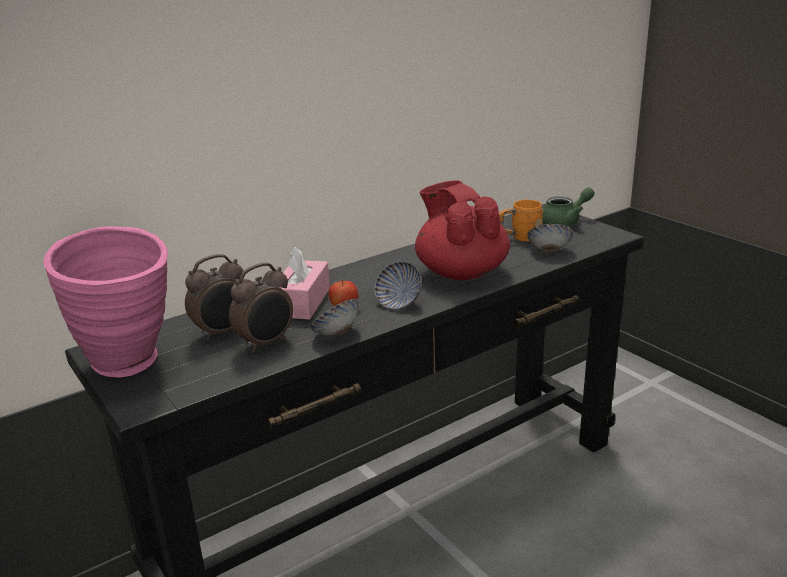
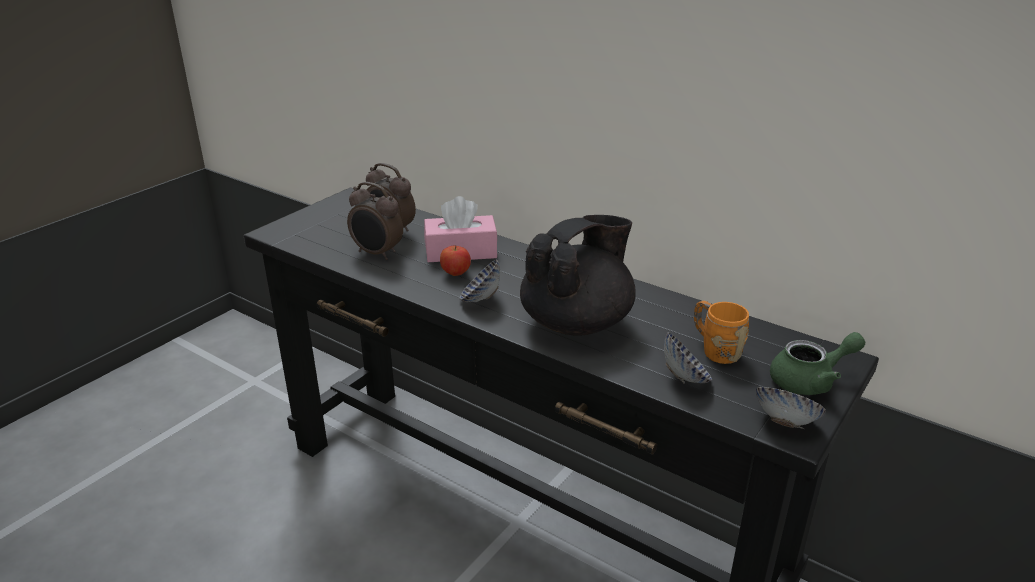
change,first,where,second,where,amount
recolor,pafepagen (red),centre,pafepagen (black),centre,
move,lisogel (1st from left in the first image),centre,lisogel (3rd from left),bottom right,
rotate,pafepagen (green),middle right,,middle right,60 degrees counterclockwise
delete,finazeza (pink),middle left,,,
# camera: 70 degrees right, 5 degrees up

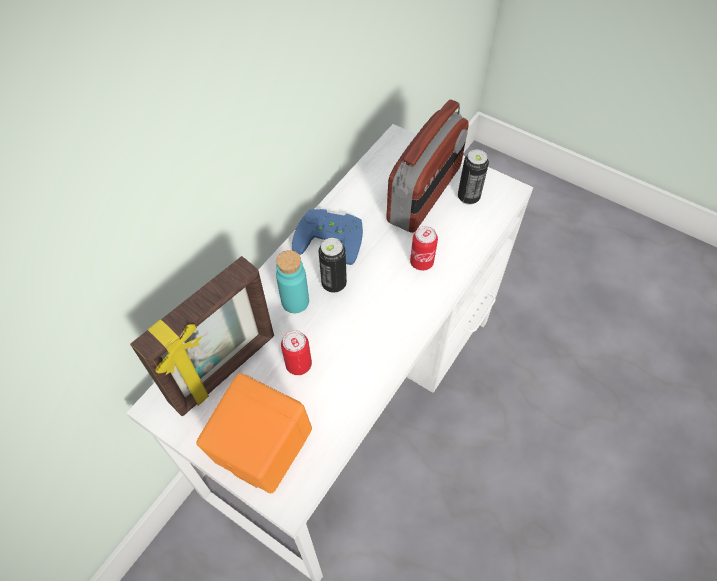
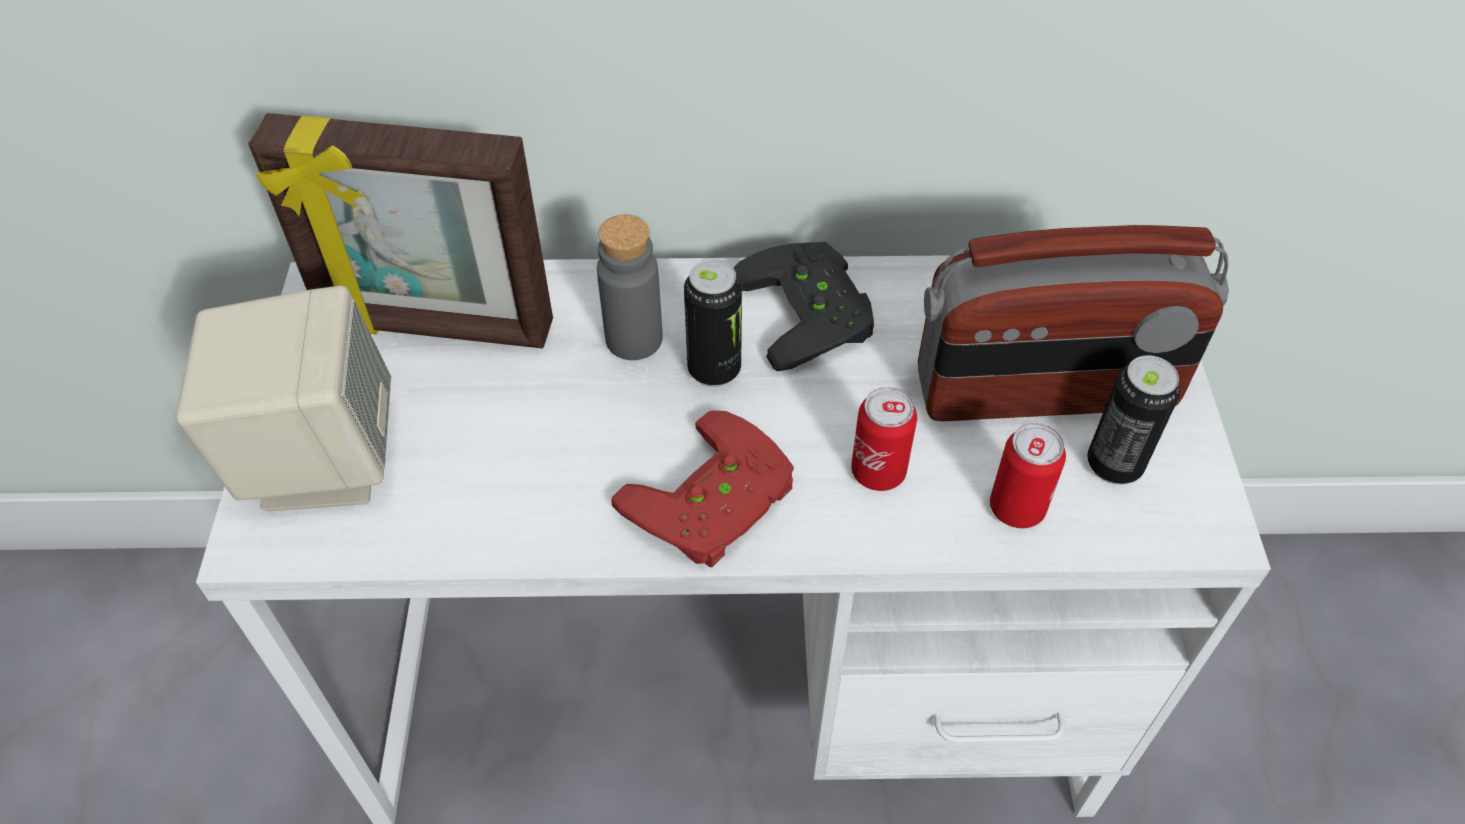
change,first,where,second,where,amount
recolor,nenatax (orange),bottom centre,nenatax (beige),middle left,
recolor,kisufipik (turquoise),centre,kisufipik (grey),centre,
insert,,,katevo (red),centre,
recolor,katevo (blue),centre,katevo (black),centre,
move,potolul (1st from left in the first image),centre,potolul (3rd from left),middle right,
# camera: 55 degrees right, 5 degrees down

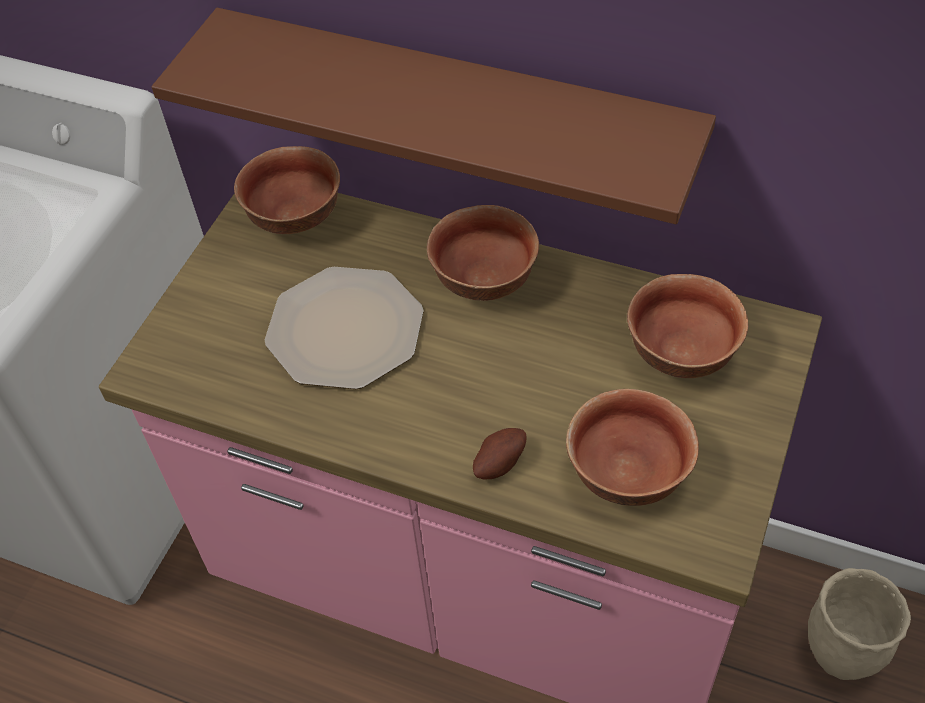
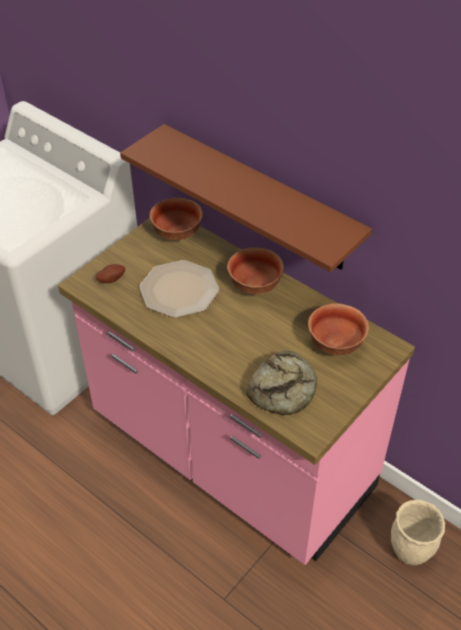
change,first,where,second,where,amount
move,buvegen,centre,,middle left,
replace,lisogel (3rd from left),middle right,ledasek,centre,
# camera: 15 degrees right, 5 degrees down

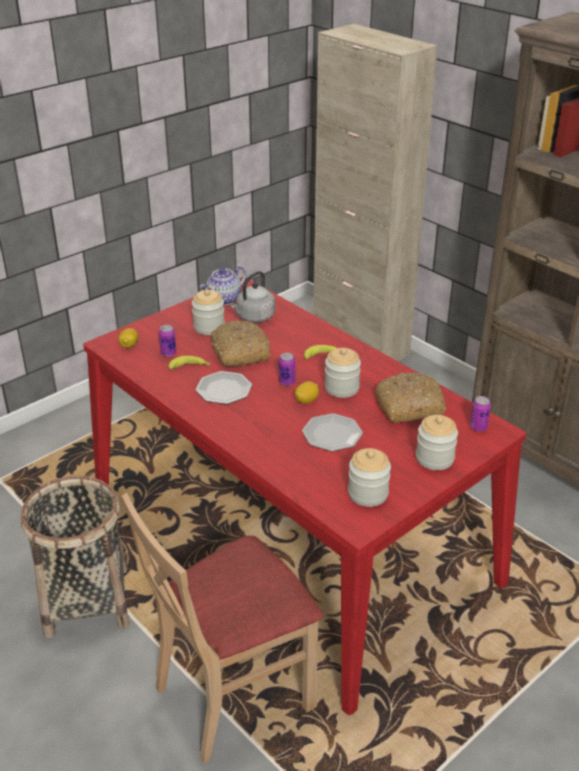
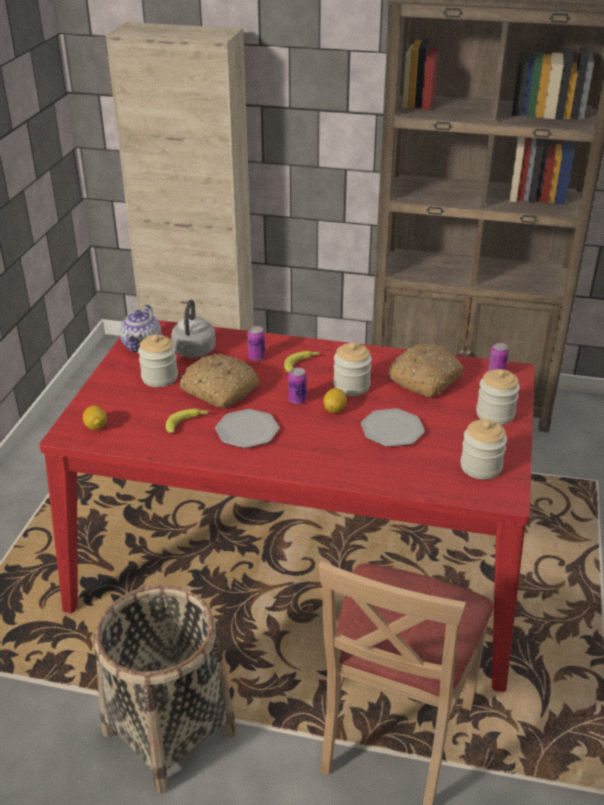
change,first,where,second,where,amount
move,potolul (1st from left),middle left,,centre,
# camera: 35 degrees left, 0 degrees up

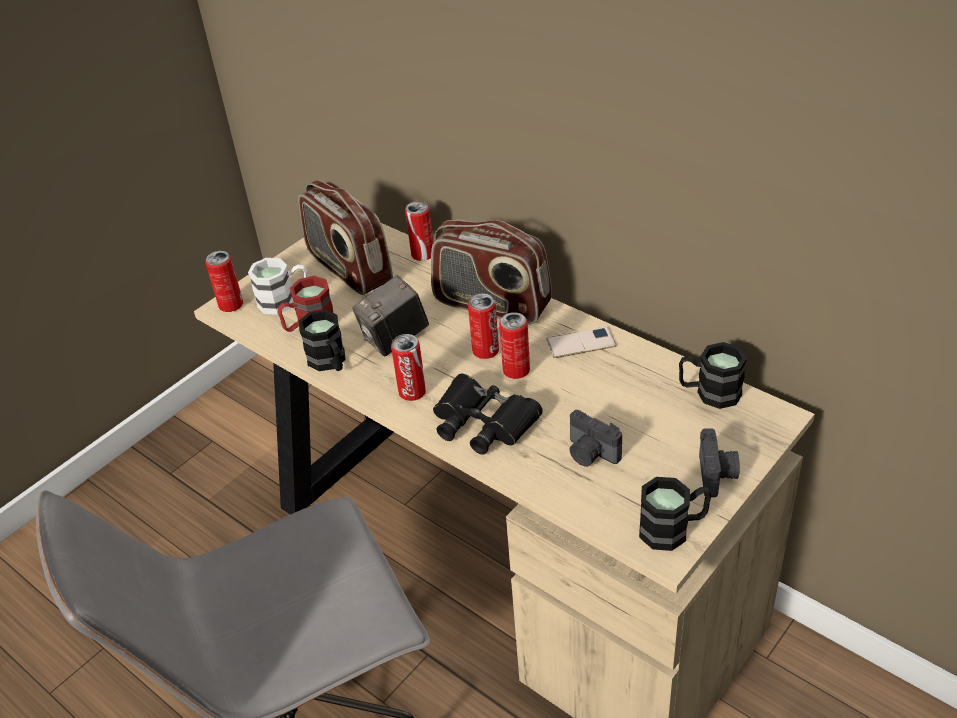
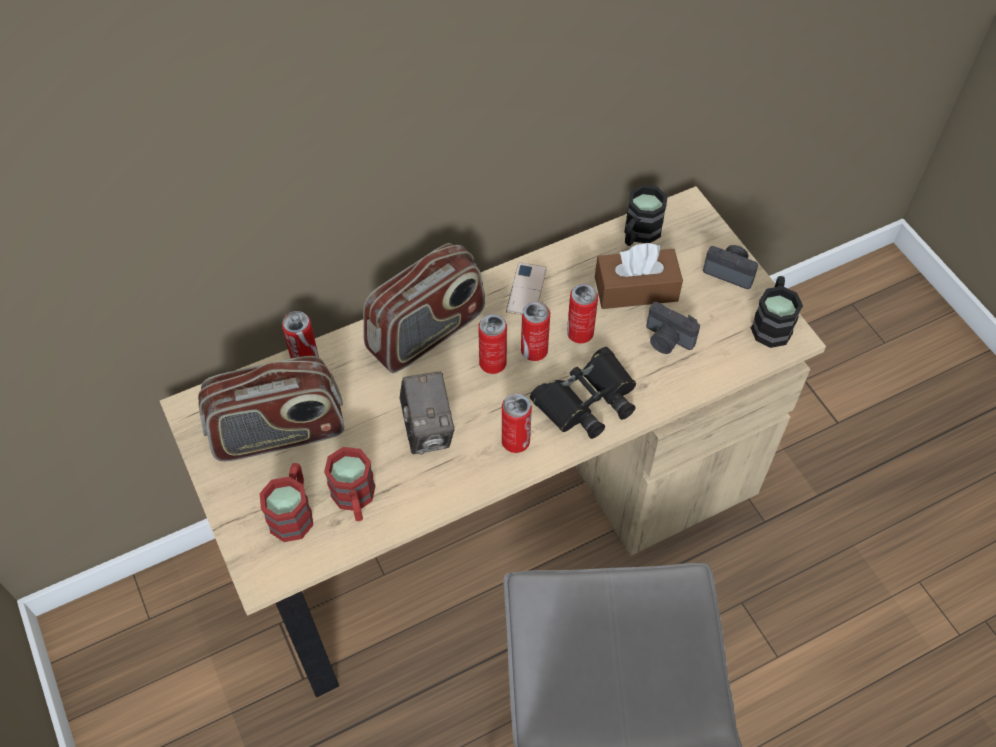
change,first,where,second,where,amount
recolor,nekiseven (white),middle left,nekiseven (red) (1st from left),bottom left,
move,potolul (1st from left in the first image),middle left,potolul (5th from left),centre,
insert,,,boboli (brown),centre,
rotate,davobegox (2nd from left),centre,,middle right,60 degrees clockwise
delete,nekiseven (black) (1st from left),centre,,,
# camera: 70 degrees left, 15 degrees up

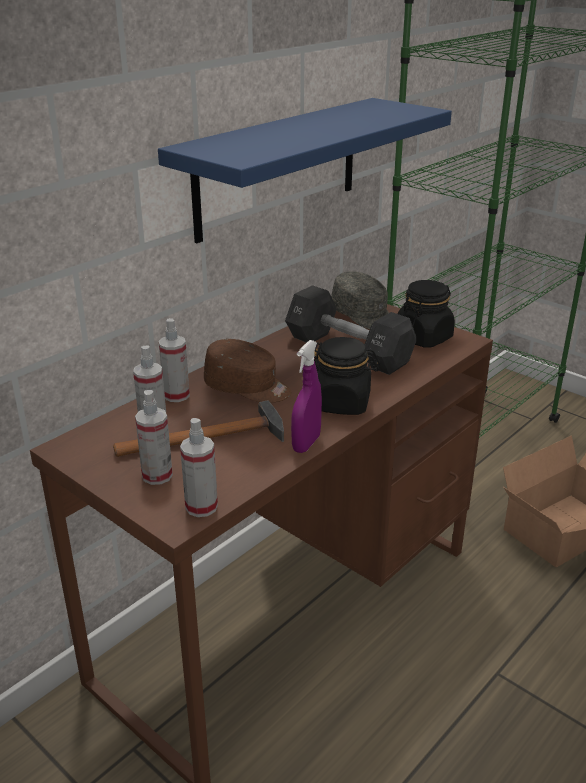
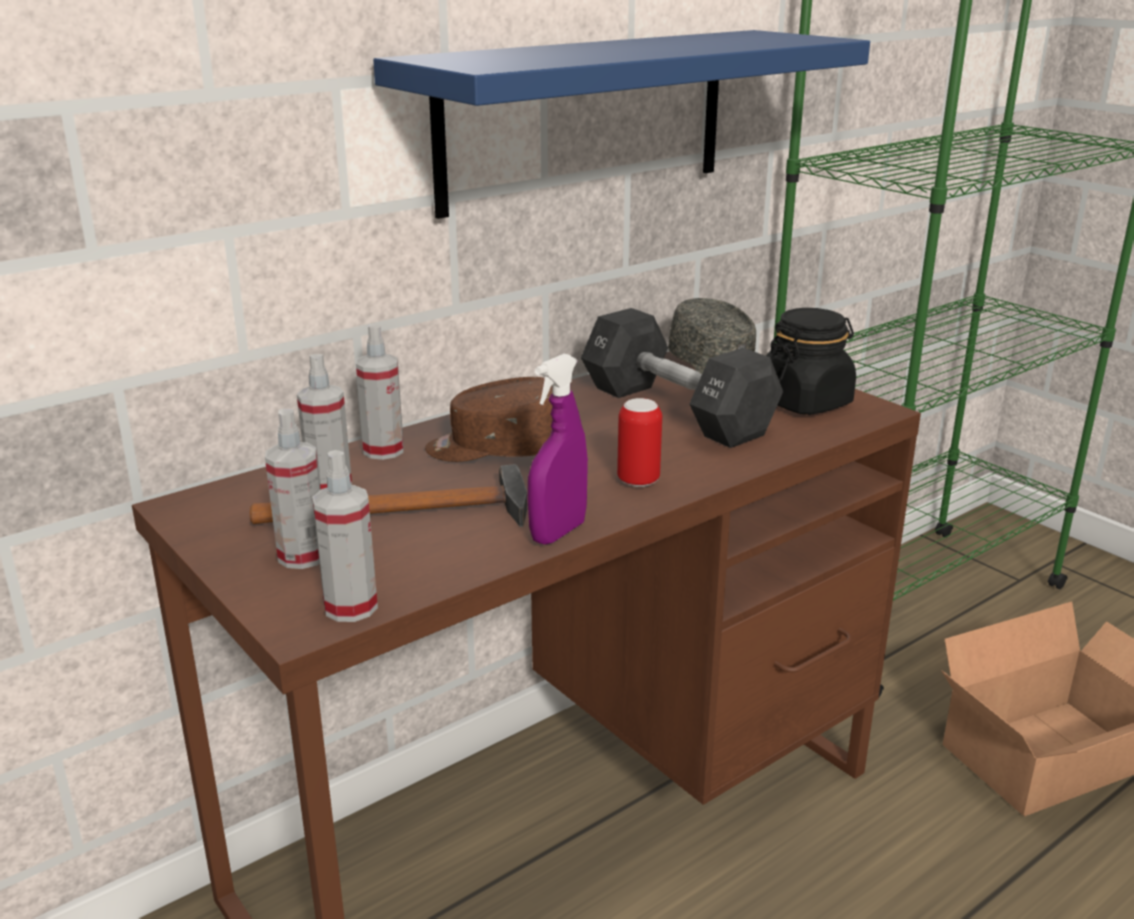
change,first,where,second,where,amount
rotate,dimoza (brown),centre,,centre,150 degrees clockwise
replace,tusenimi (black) (1st from left),centre,potolul,centre,
# camera: 10 degrees right, 5 degrees down

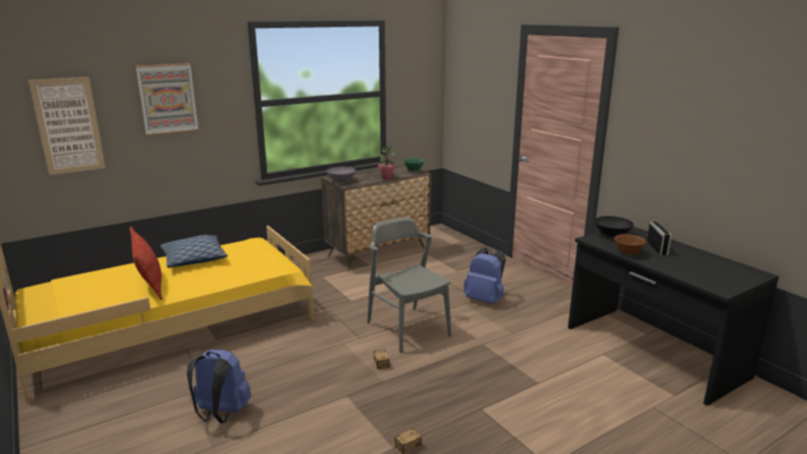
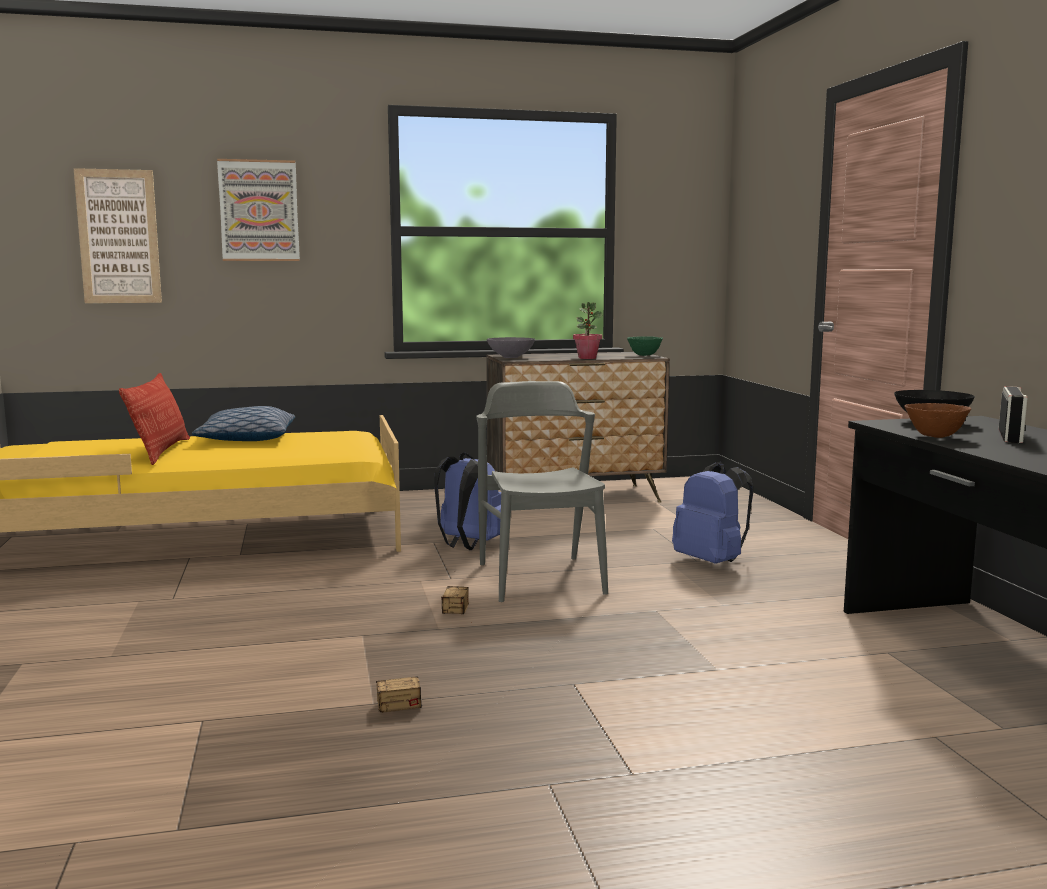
change,first,where,second,where,amount
move,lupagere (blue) (1st from left),bottom left,,centre,
# camera: 20 degrees right, 10 degrees down

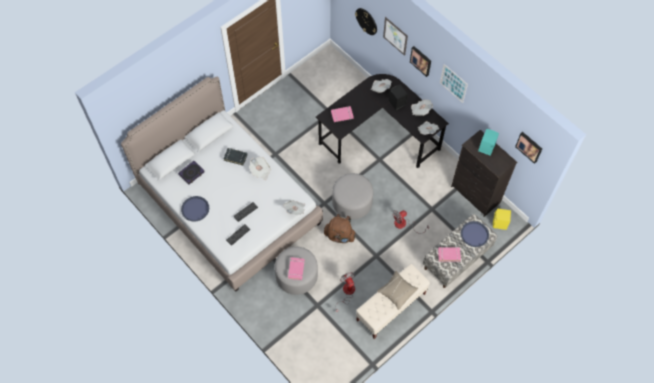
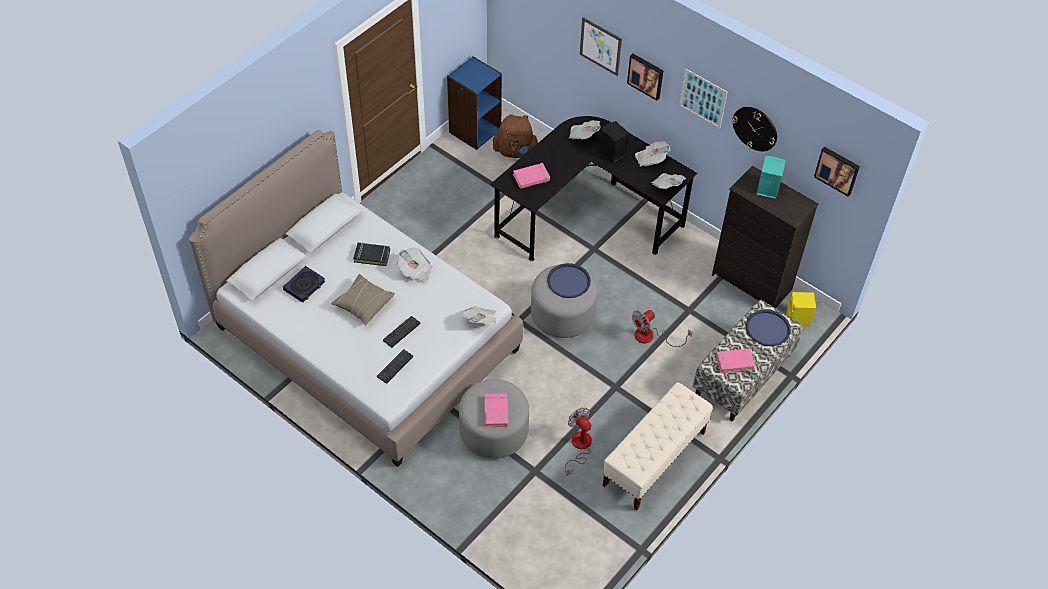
change,first,where,second,where,amount
move,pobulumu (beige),bottom centre,,centre,
insert,,,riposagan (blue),top centre,
move,lupagere (brown),centre,,top centre,
move,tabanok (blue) (1st from left),middle left,,centre,
move,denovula,top centre,,top right,
# camera: 10 degrees left, 10 degrees down

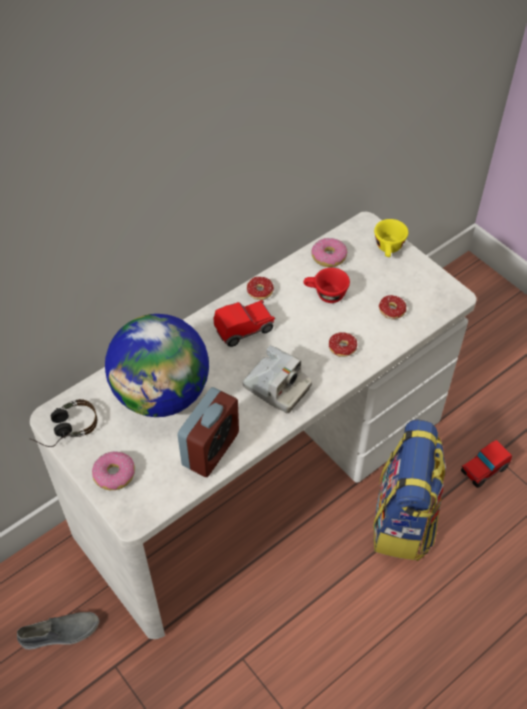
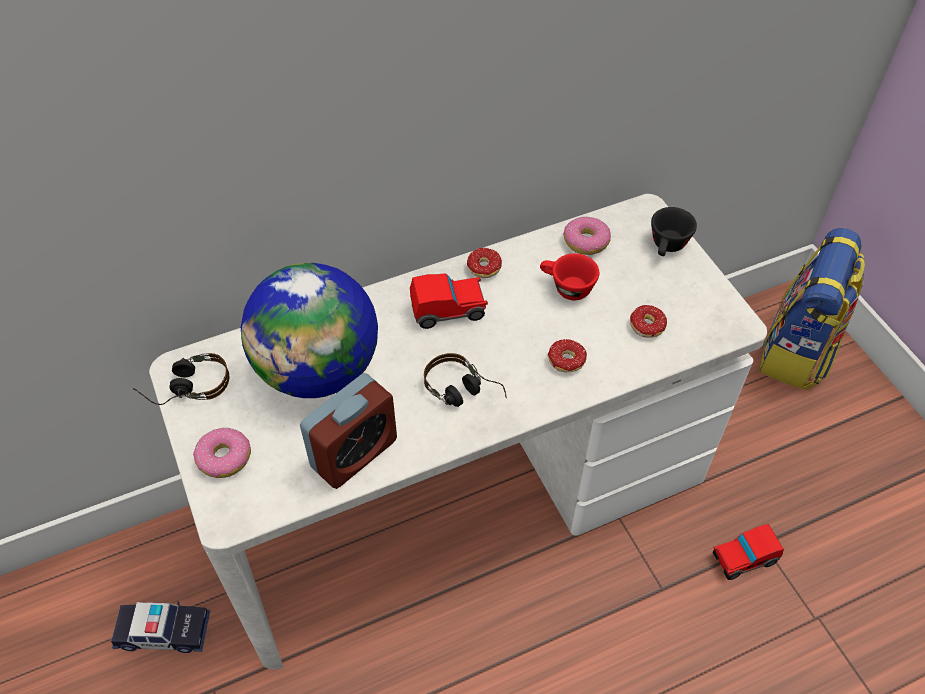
change,first,where,second,where,amount
replace,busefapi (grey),bottom left,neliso (1st from left),bottom left,
replace,davobegox,centre,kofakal (2nd from left),centre,
recolor,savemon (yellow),middle right,savemon (black),top right,
move,lupagere,bottom right,,middle right,
# camera: 15 degrees right, 0 degrees up

